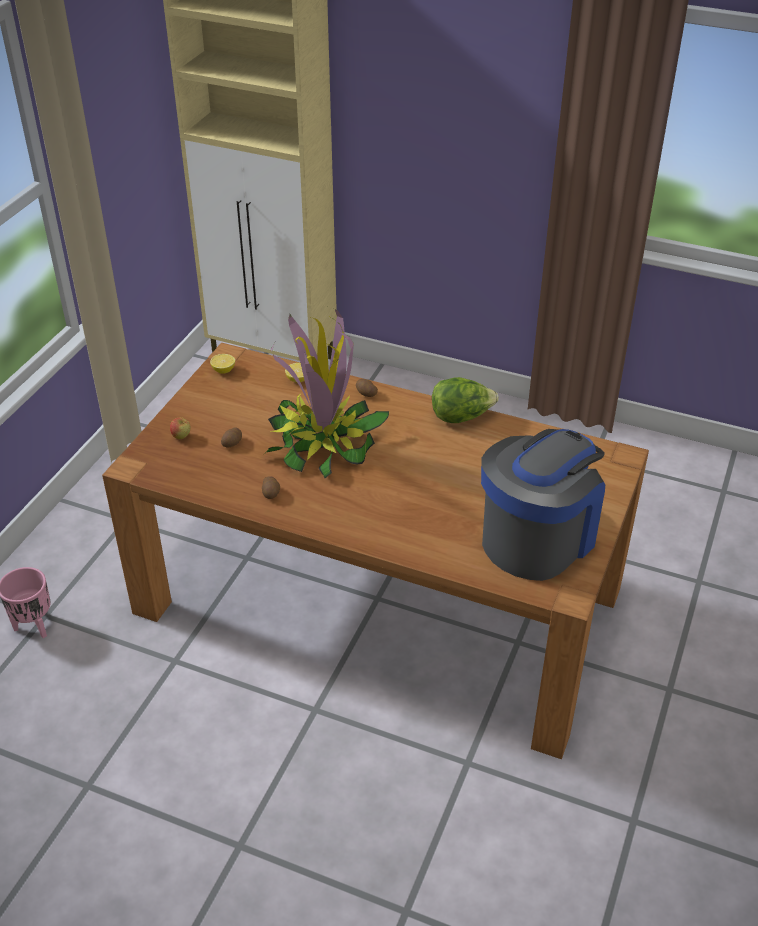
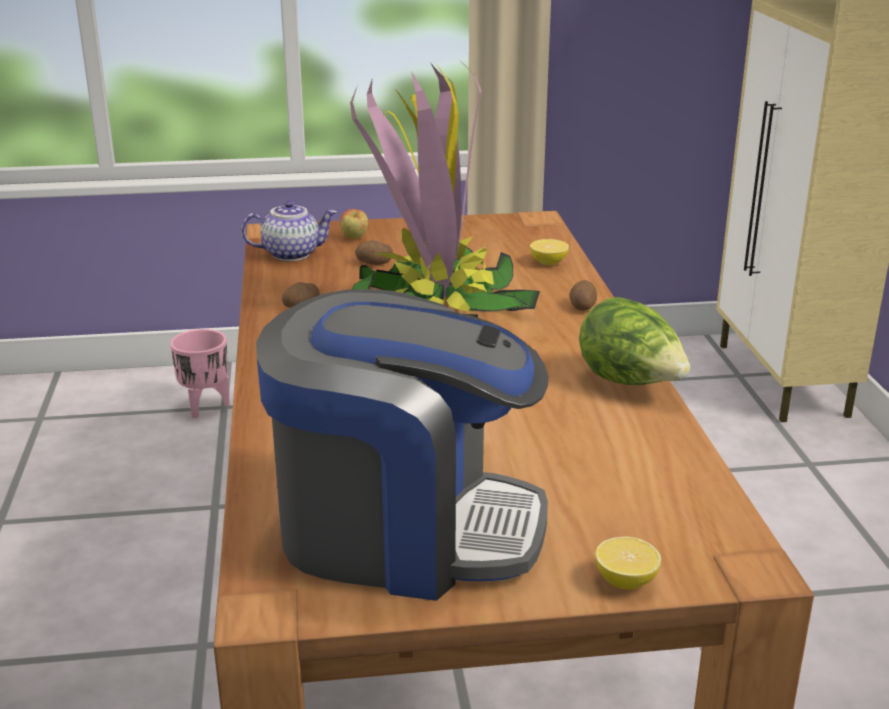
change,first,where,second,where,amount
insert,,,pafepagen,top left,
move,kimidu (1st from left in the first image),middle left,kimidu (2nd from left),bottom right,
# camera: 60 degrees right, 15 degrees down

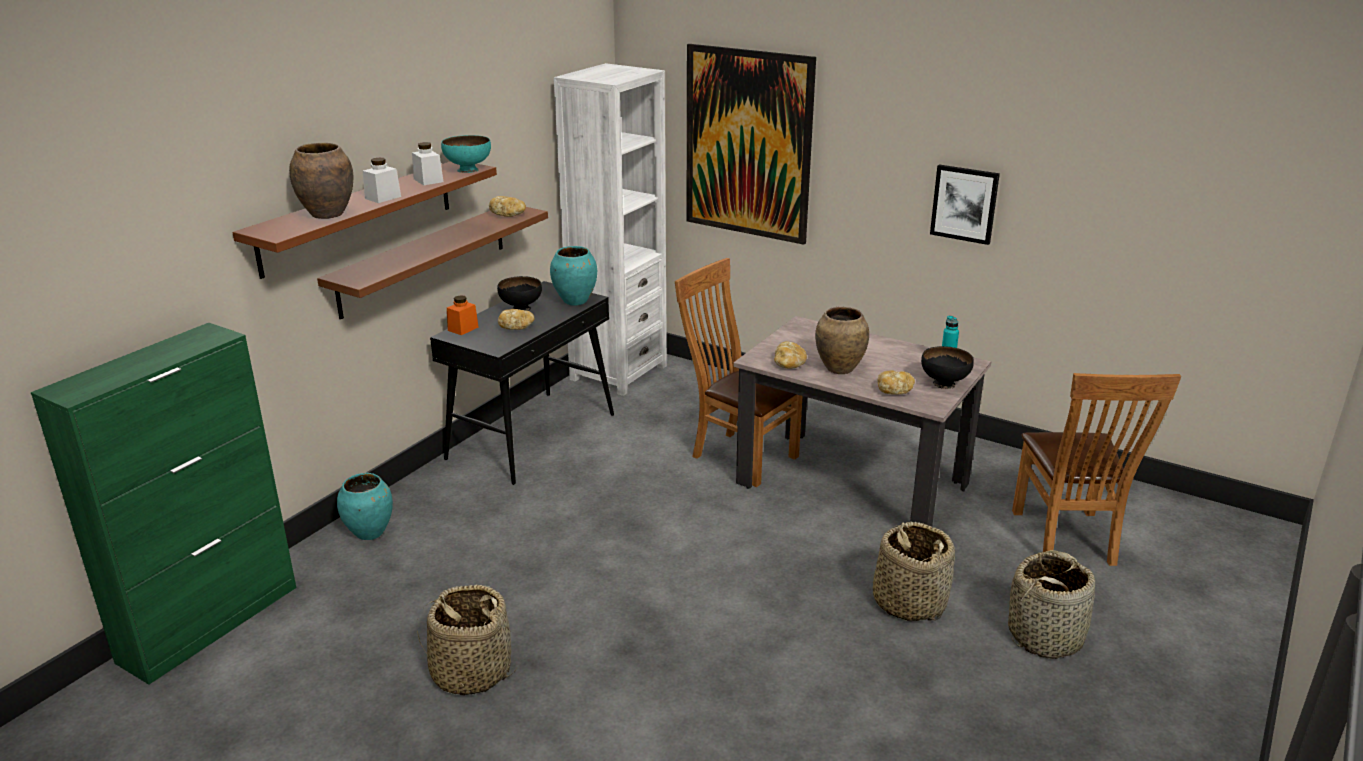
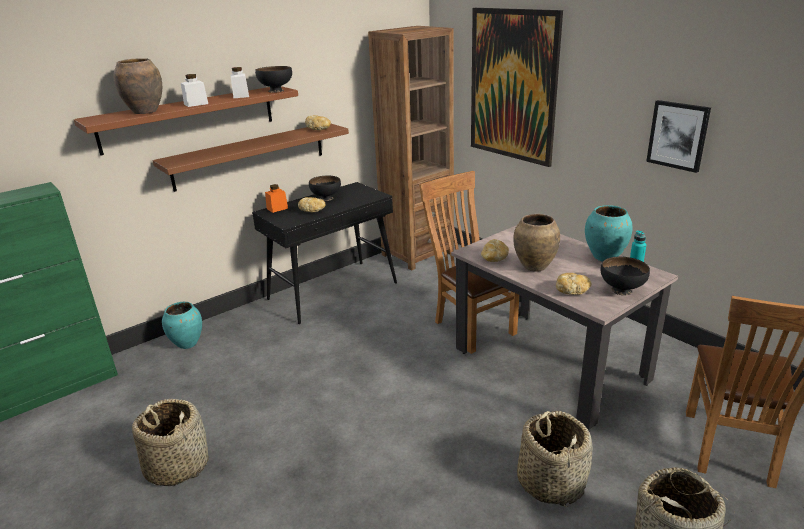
change,first,where,second,where,amount
recolor,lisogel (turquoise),top centre,lisogel (black) (1st from left),top centre,
recolor,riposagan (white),top centre,riposagan (brown),top centre,
move,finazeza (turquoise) (2nd from left),centre,,middle right,
# camera: 20 degrees right, 0 degrees up

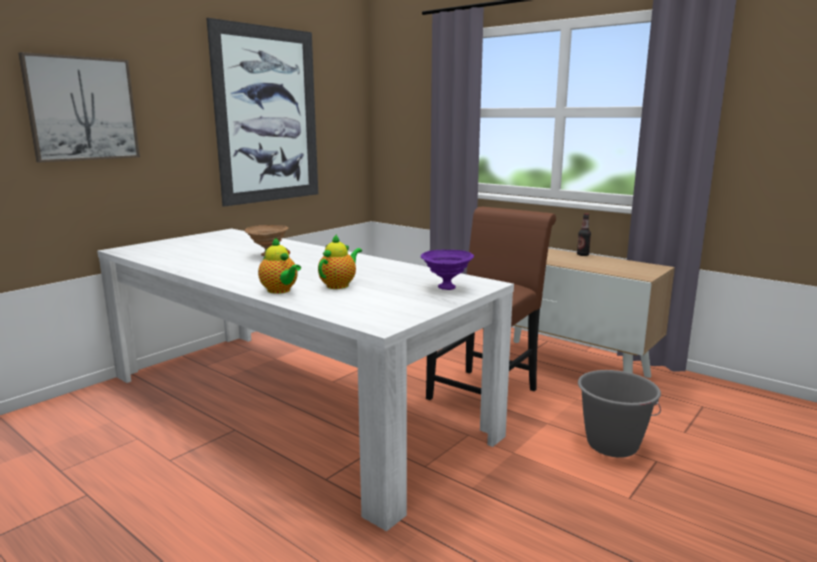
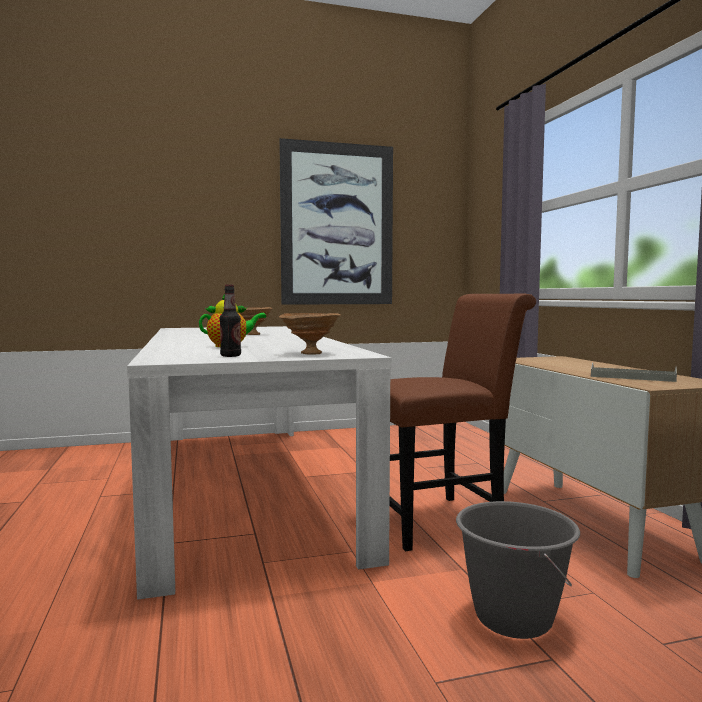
change,first,where,second,where,amount
move,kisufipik,middle right,,middle left,
recolor,lisogel (purple),centre,lisogel (brown) (2nd from left),centre,
insert,,,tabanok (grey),middle right,
delete,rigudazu (1st from left),top left,,,
delete,pafepagen (1st from left),centre,,,
# camera: 35 degrees right, 10 degrees down

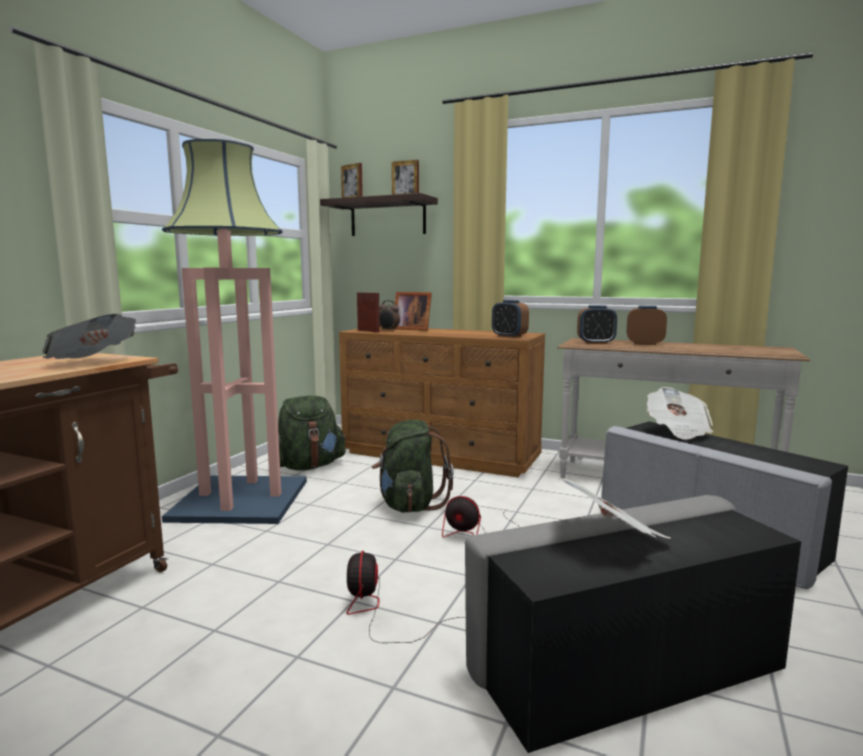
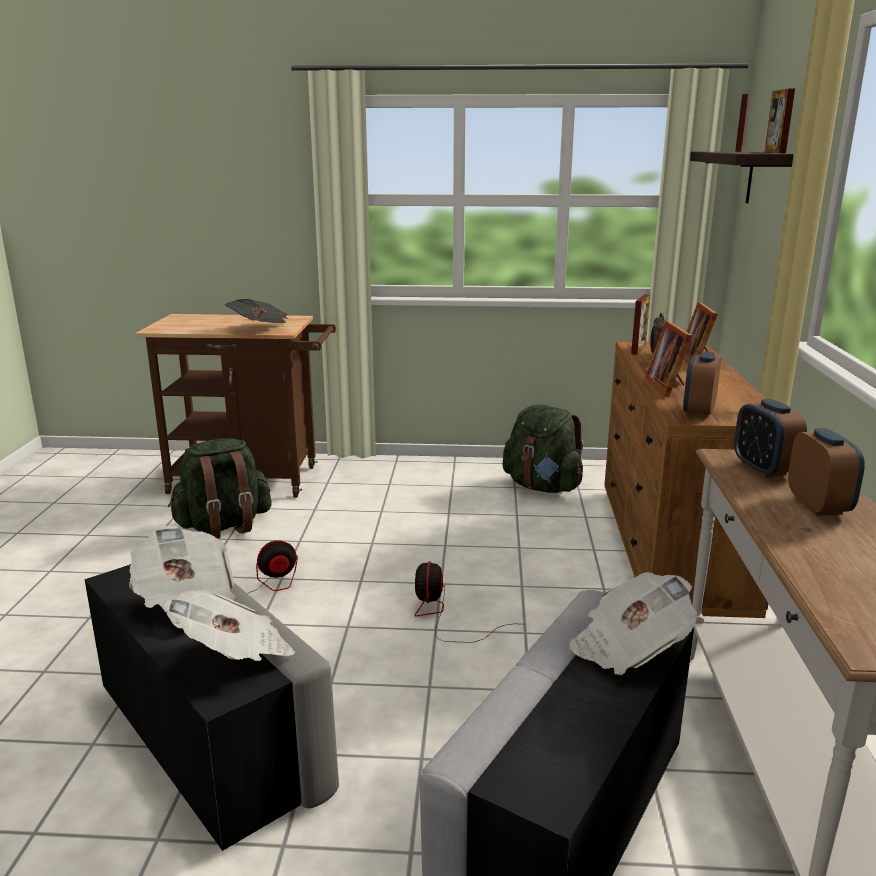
change,first,where,second,where,amount
insert,,,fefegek (2nd from left),bottom left,
move,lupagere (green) (2nd from left in the first image),centre,lupagere (green) (1st from left),middle left,
insert,,,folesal (2nd from left),middle right,
delete,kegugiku,middle left,,,
# camera: 70 degrees right, 10 degrees up

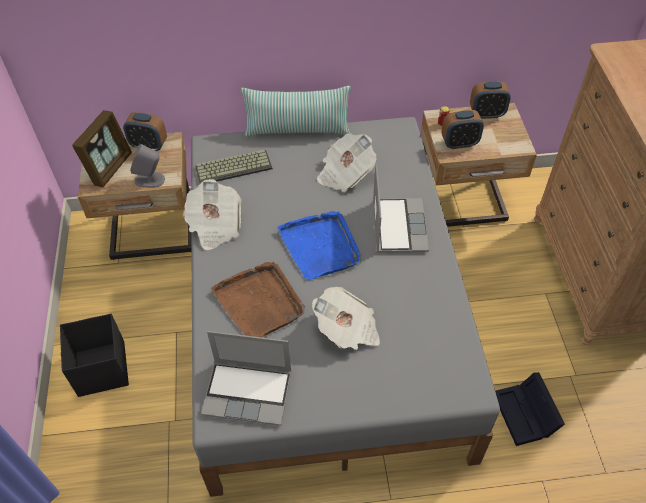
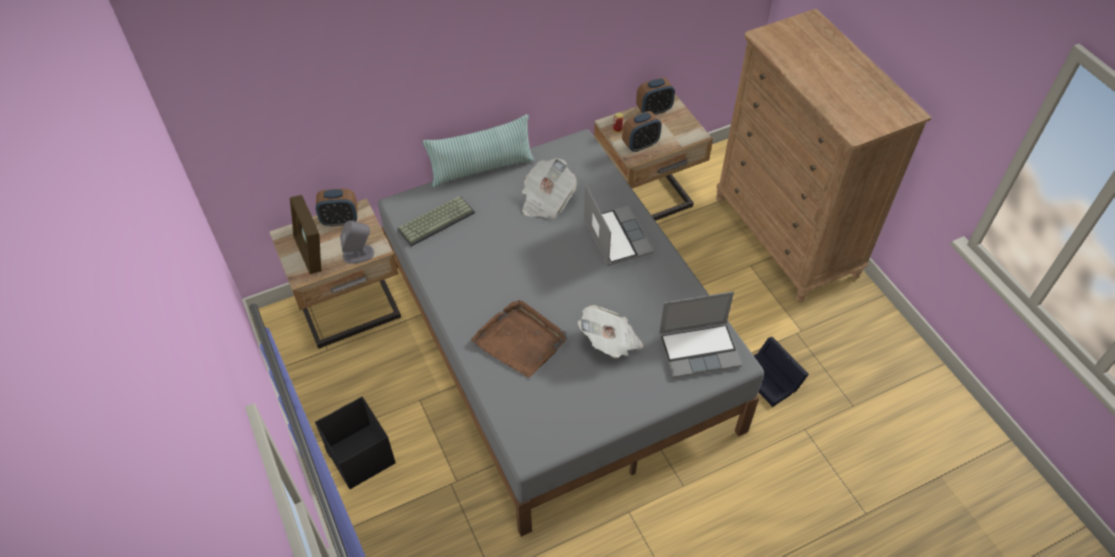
change,first,where,second,where,amount
rotate,folesal,top left,,middle left,150 degrees clockwise
move,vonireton (1st from left in the first image),bottom centre,vonireton (2nd from left),centre,
delete,fefegek (1st from left),middle left,,,
delete,tabanok (blue),centre,,,
# camera: 20 degrees left, 0 degrees up

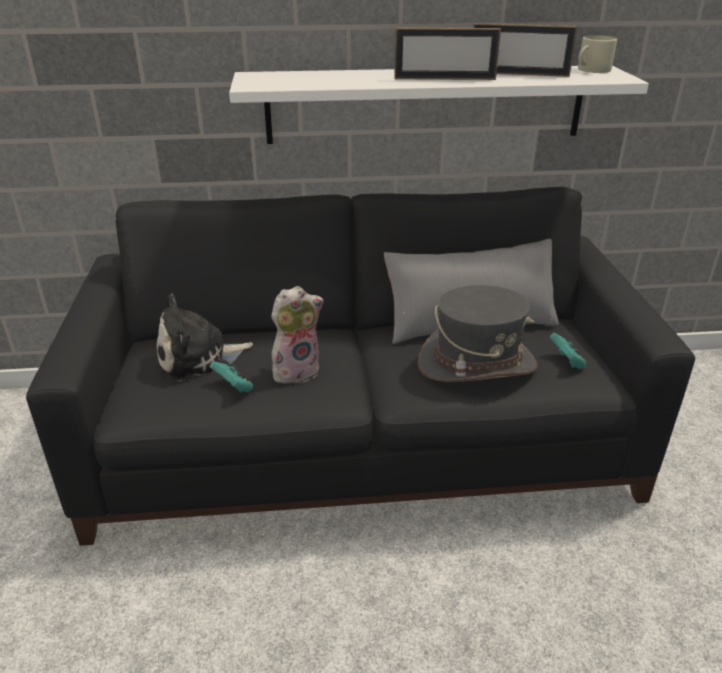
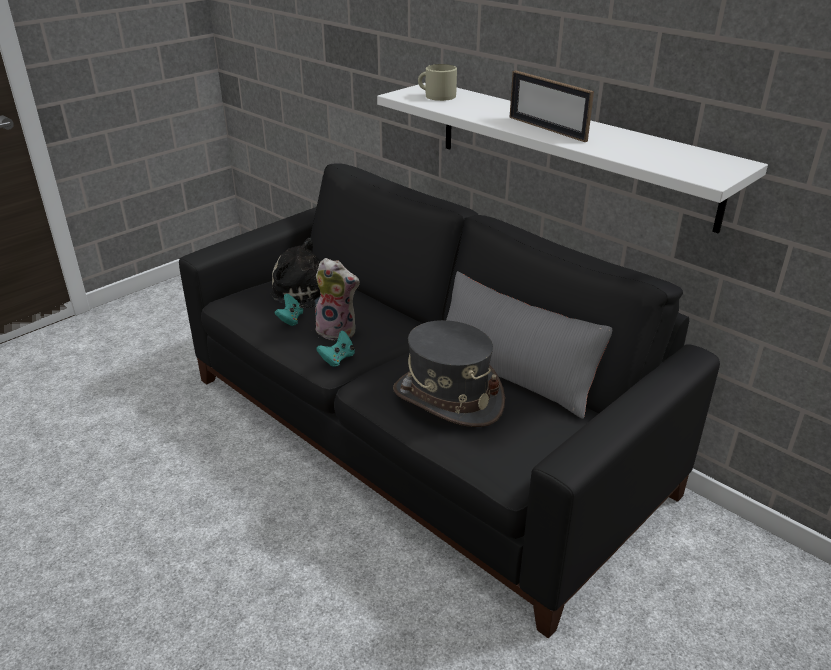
change,first,where,second,where,amount
move,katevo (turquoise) (2nd from left),middle right,,centre,
move,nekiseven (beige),top right,,top centre,
delete,folesal (2nd from left),top right,,,
# camera: 50 degrees right, 0 degrees up

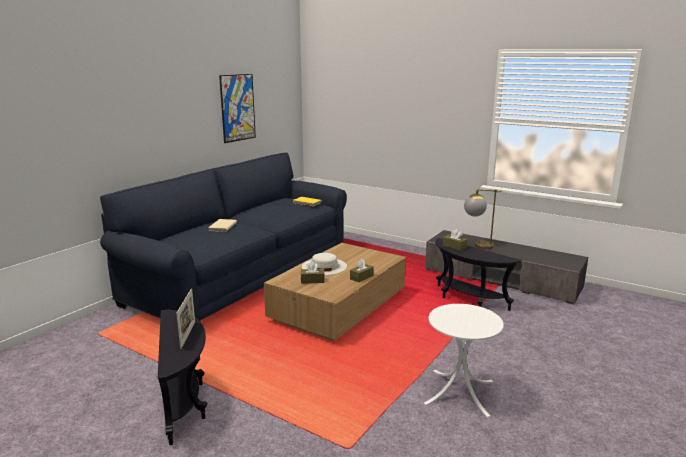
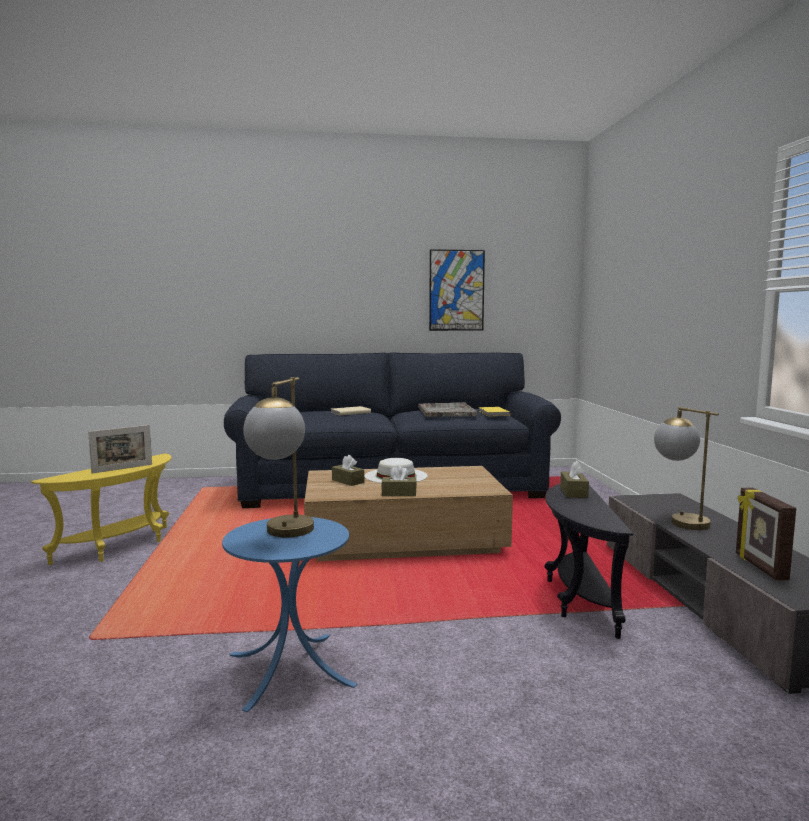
change,first,where,second,where,amount
recolor,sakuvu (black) (1st from left),bottom left,sakuvu (yellow),middle left,
recolor,sakuvu (white),bottom right,sakuvu (blue),bottom centre,
insert,,,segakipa (1st from left),centre,
insert,,,tabanok (grey),centre,
insert,,,folesal (2nd from left),middle right,
# camera: 50 degrees right, 10 degrees down

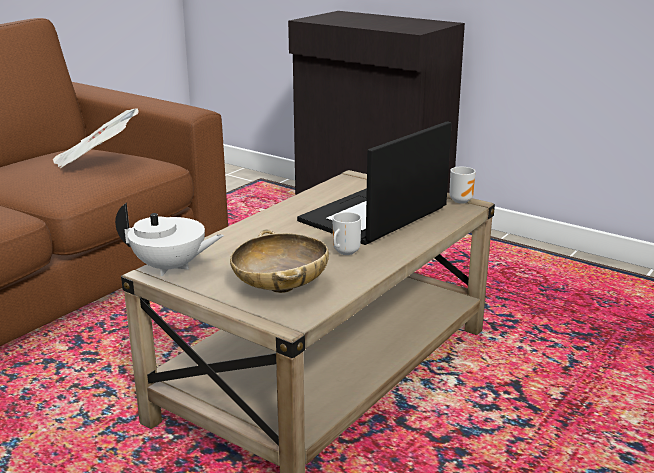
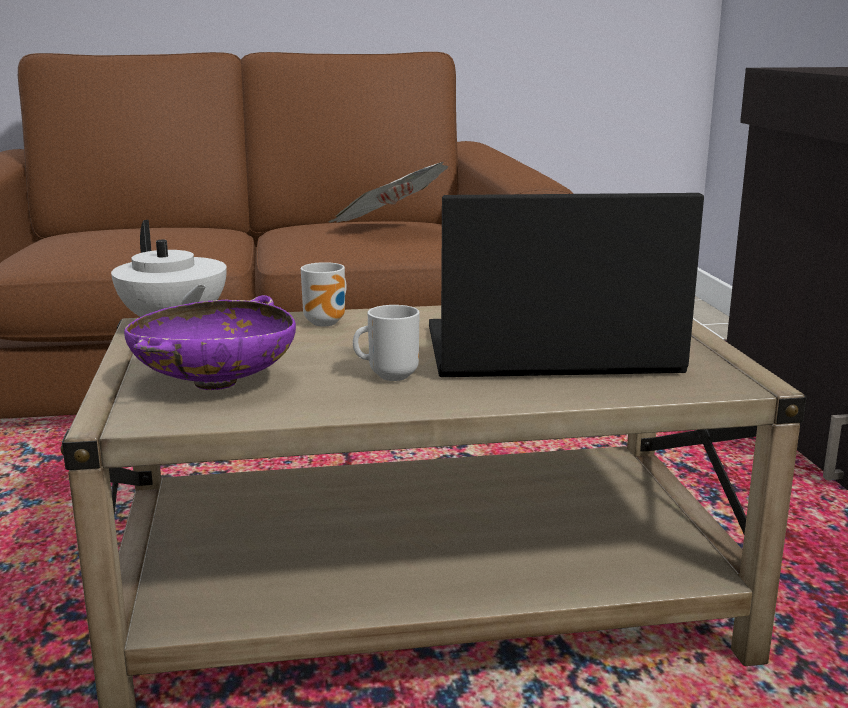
change,first,where,second,where,amount
recolor,lisogel (beige),centre,lisogel (purple),middle left,
move,nekiseven (2nd from left in the first image),middle right,nekiseven (1st from left),centre,
# camera: 45 degrees right, 5 degrees down

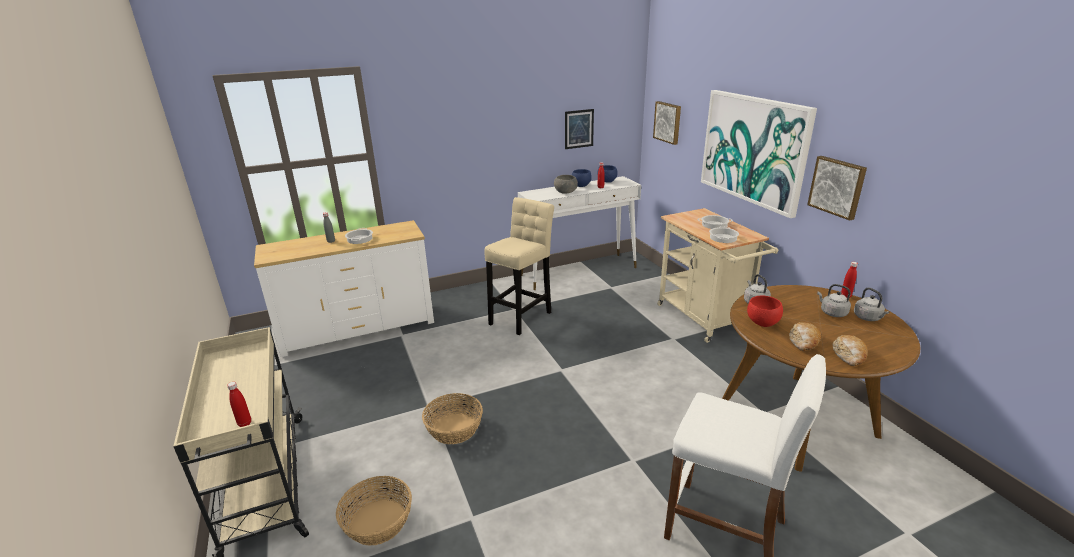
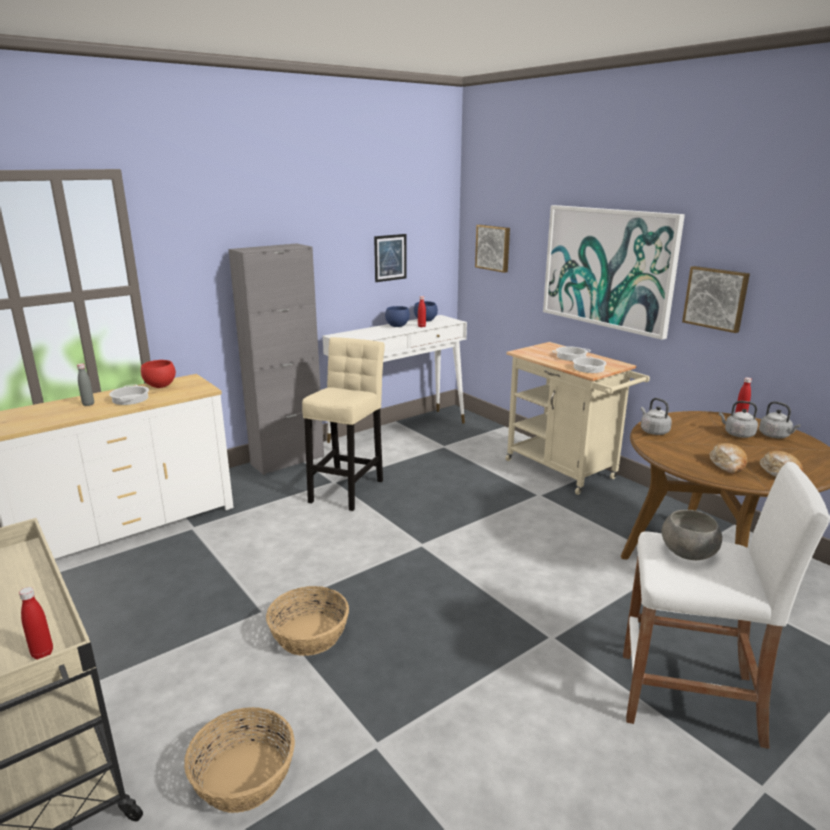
change,first,where,second,where,amount
move,lisogel (red),middle right,,middle left,
insert,,,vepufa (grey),middle left,
move,lisogel (grey),top centre,,middle right,
# camera: 15 degrees left, 5 degrees down

